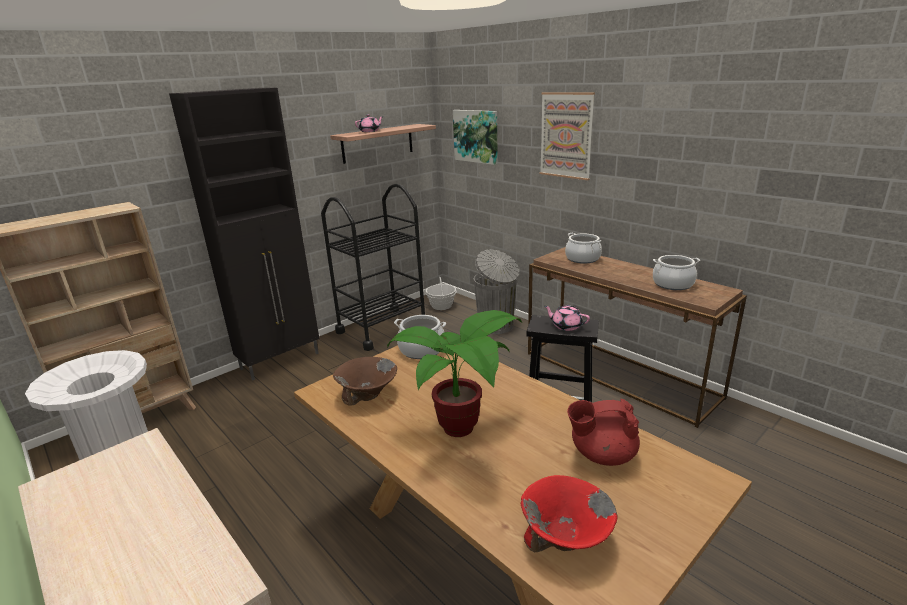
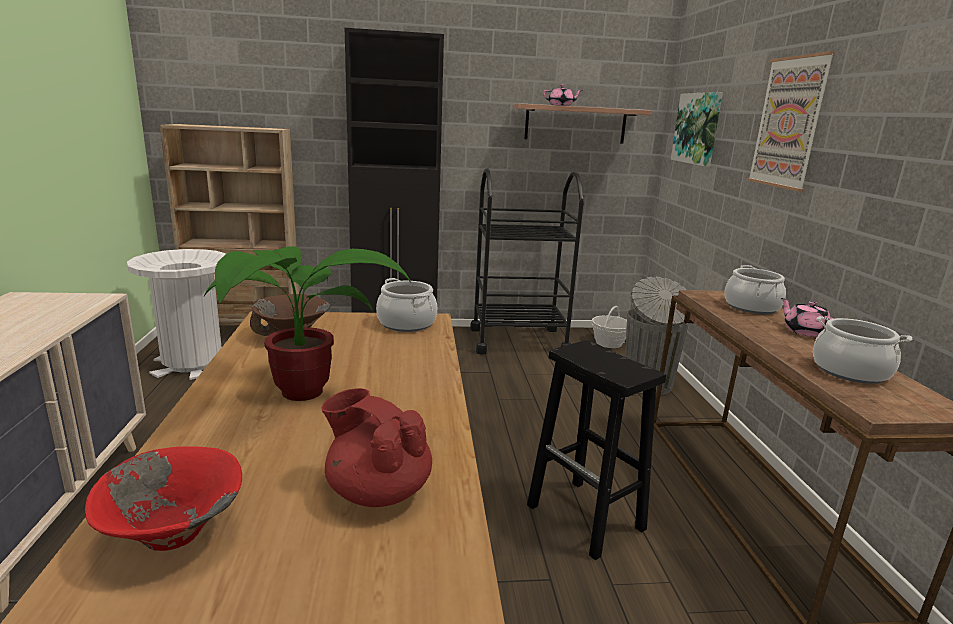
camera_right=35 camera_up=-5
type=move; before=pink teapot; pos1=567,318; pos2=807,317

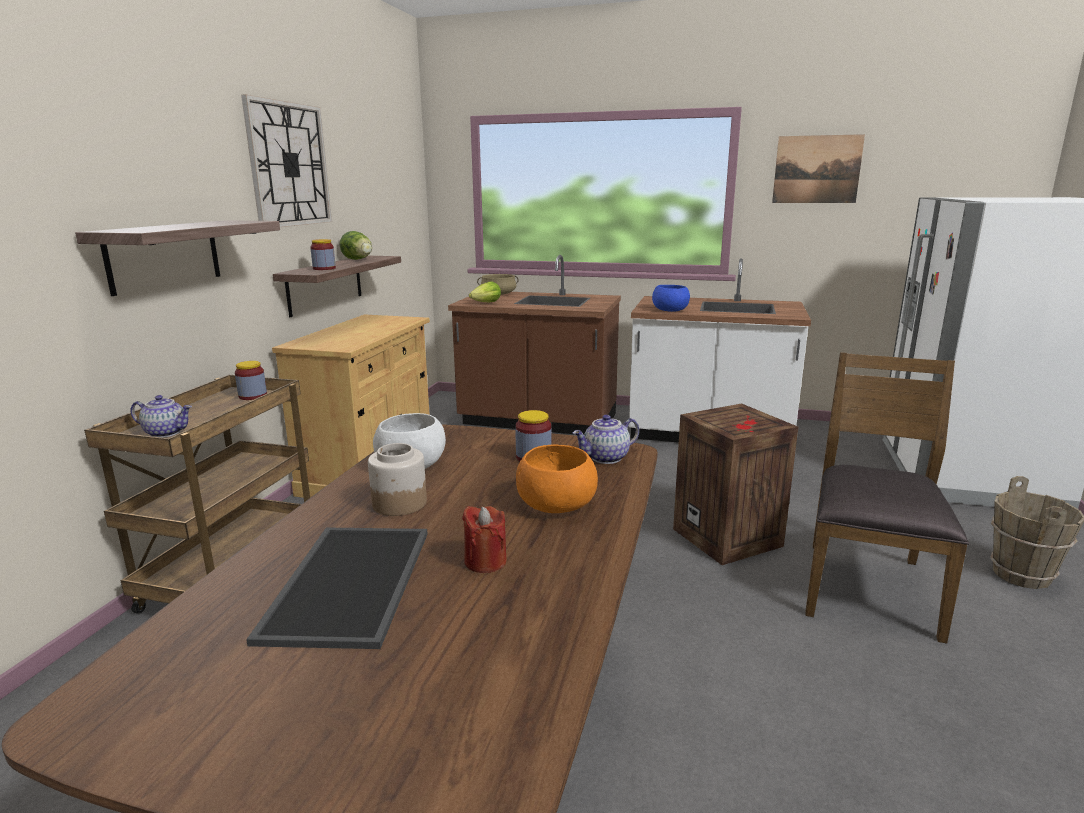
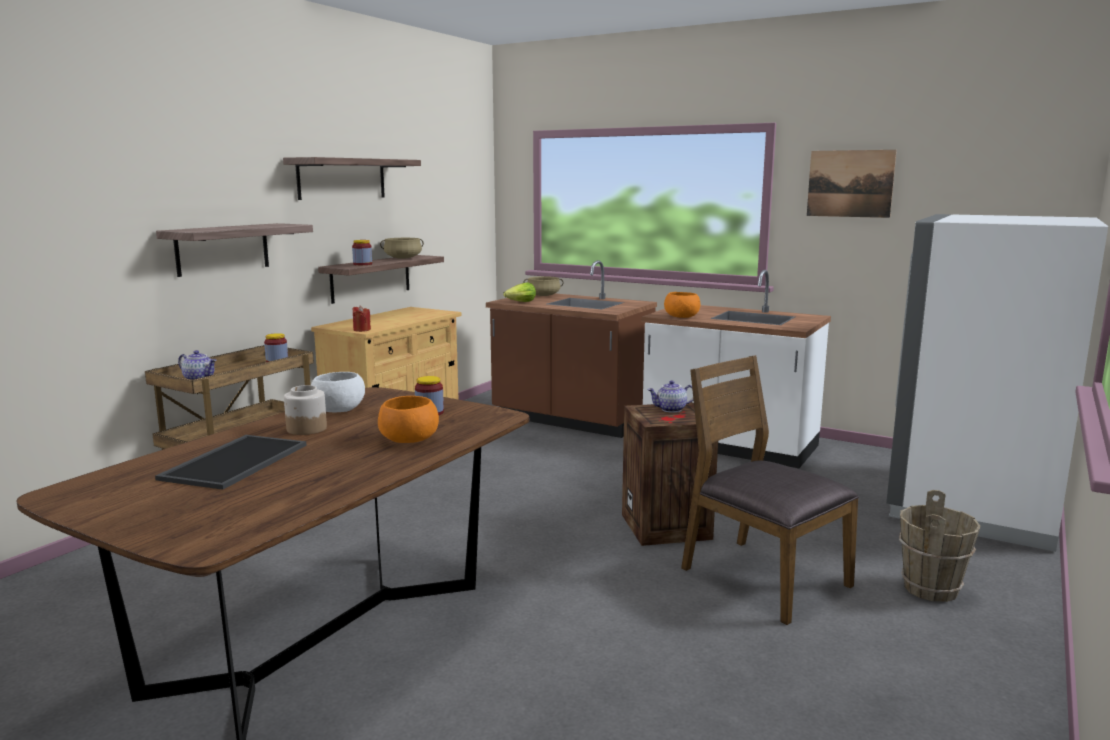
camera_right=15 camera_up=-5
type=replace; before=wall clock; after=shelf; pos1=286,160; pos2=352,178
type=move; before=red candle; pos1=484,539; pos2=361,319
type=replace; before=lettuce; after=beige cooking pot; pos1=355,245; pos2=402,248
type=move; before=teapot; pos1=606,439; pos2=670,396
type=recolor; before=blue bowl; after=orange bowl; pos1=671,298; pos2=682,305
type=rotate; before=brown chair; pos1=887,498; pos2=770,490; turn=-75

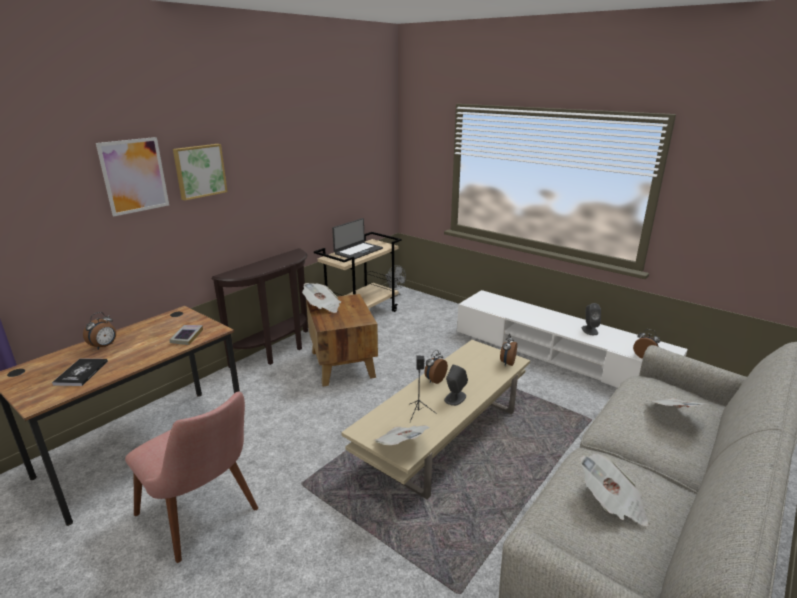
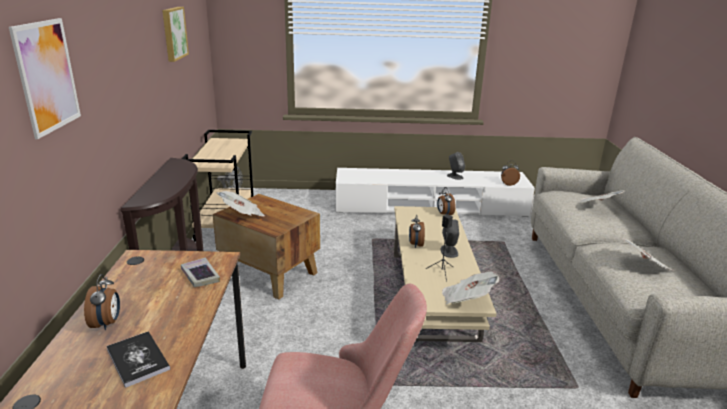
camera_right=-40 camera_up=0
type=move; before=picture; pos1=200,172; pos2=175,34
type=delete; before=laptop; pos1=357,239

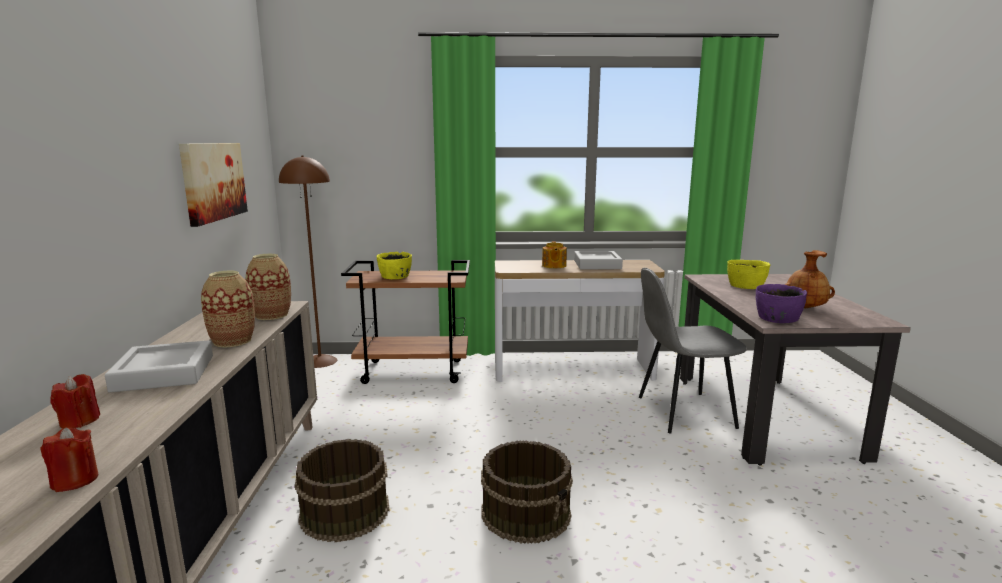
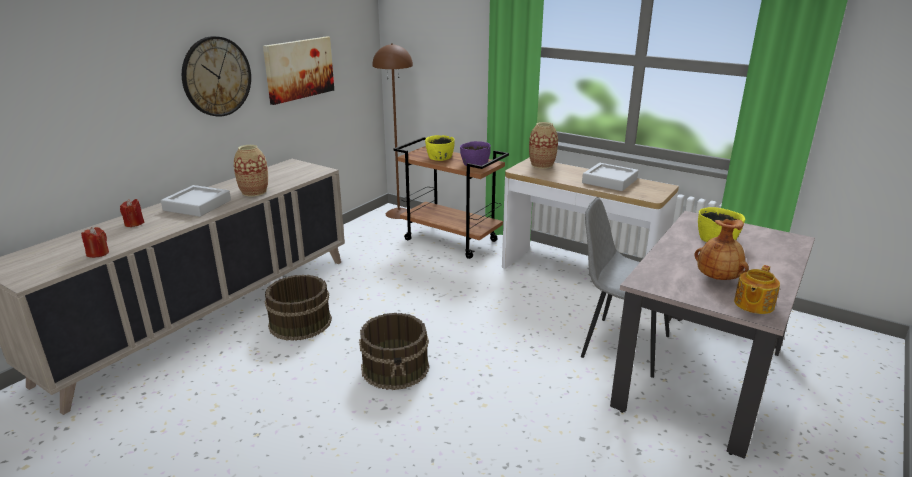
camera_right=35 camera_up=10
type=insert; after=wall clock; pos2=216,76
type=move; before=purple bowl; pos1=781,303; pos2=475,153
type=move; before=vase; pos1=268,287; pos2=543,145
type=move; before=teapot; pos1=554,254; pos2=757,289

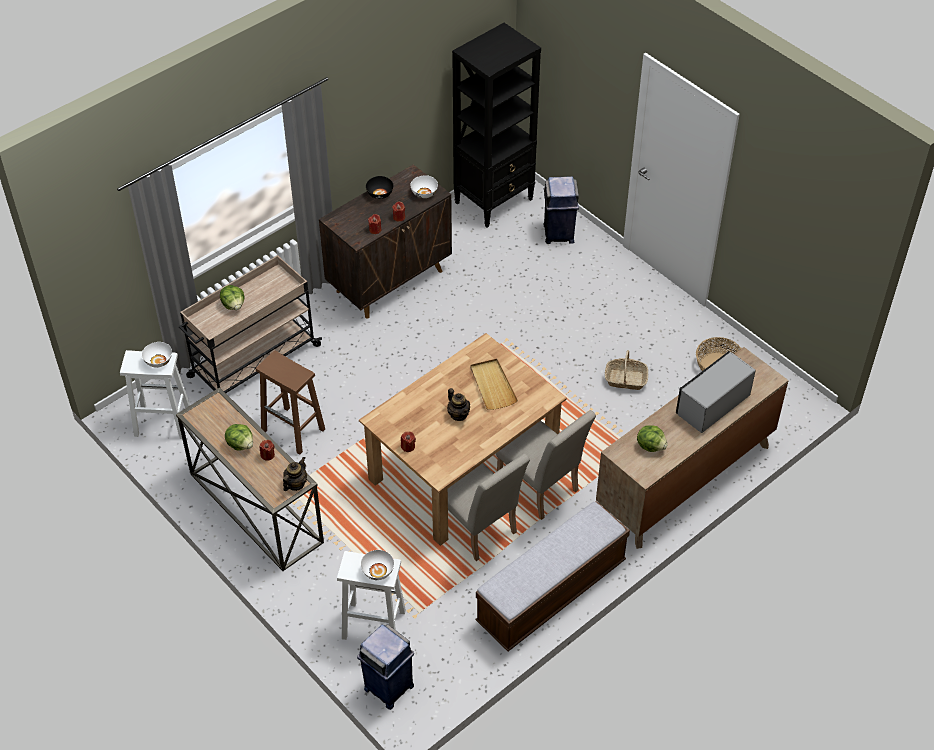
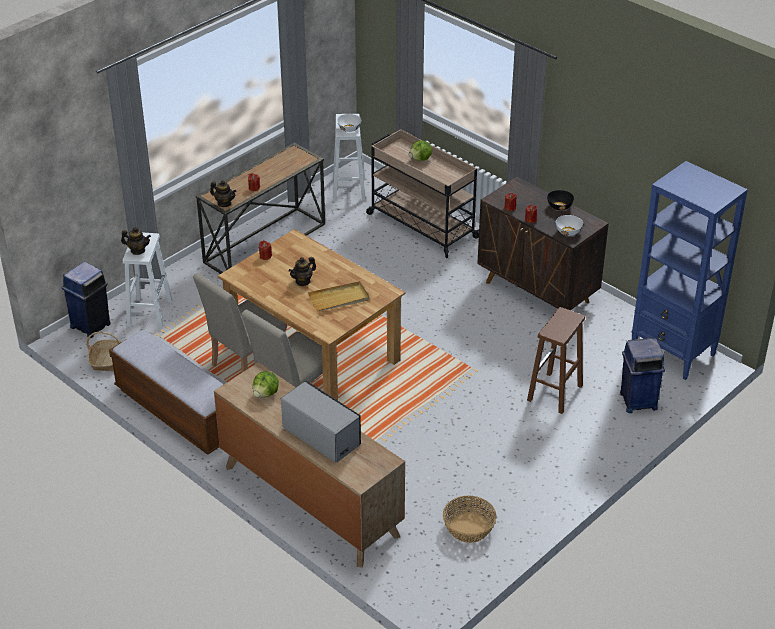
camera_right=85 camera_up=-10
type=move; before=basket; pos1=626,370; pos2=104,351
type=replace; before=white bowl; after=teapot; pos1=377,565; pos2=136,241
type=move; before=brown stool; pos1=290,402; pos2=556,360
type=recolor; before=black bookcase; after=blue bookcase; pos1=496,125; pos2=690,270
type=delete; before=lettuce; pos1=239,437

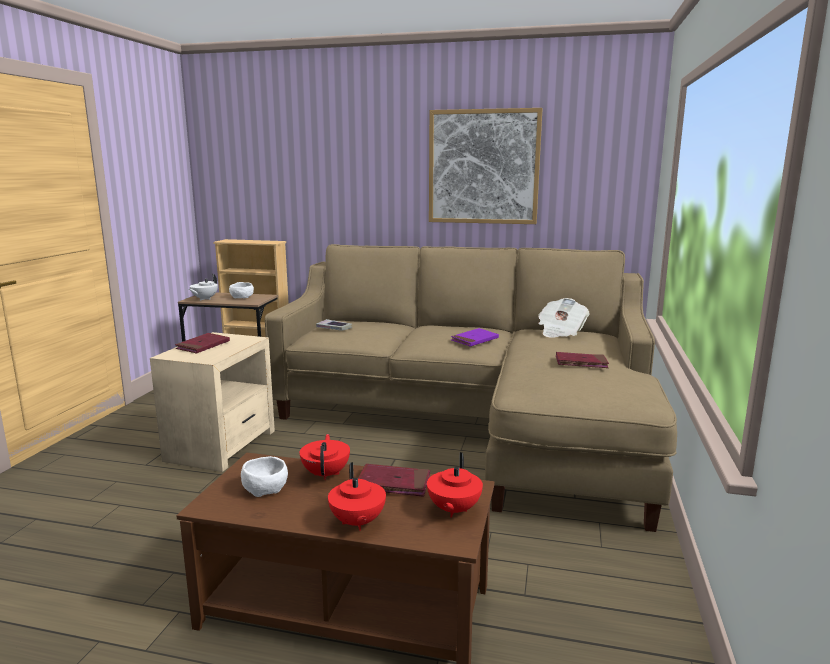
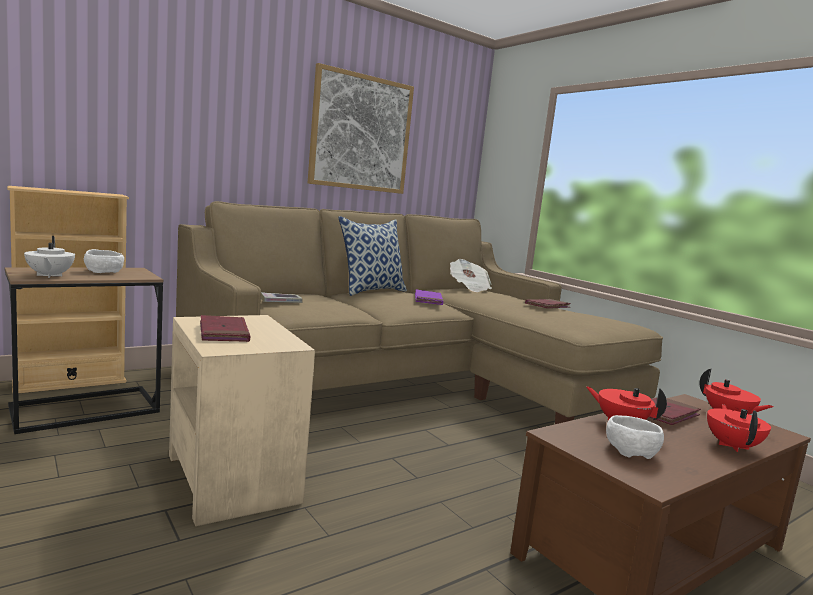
camera_right=-50 camera_up=-5
type=insert; after=pillow; pos2=372,256
type=rotate; before=red teapot; pos1=357,496; pos2=739,428; turn=-105

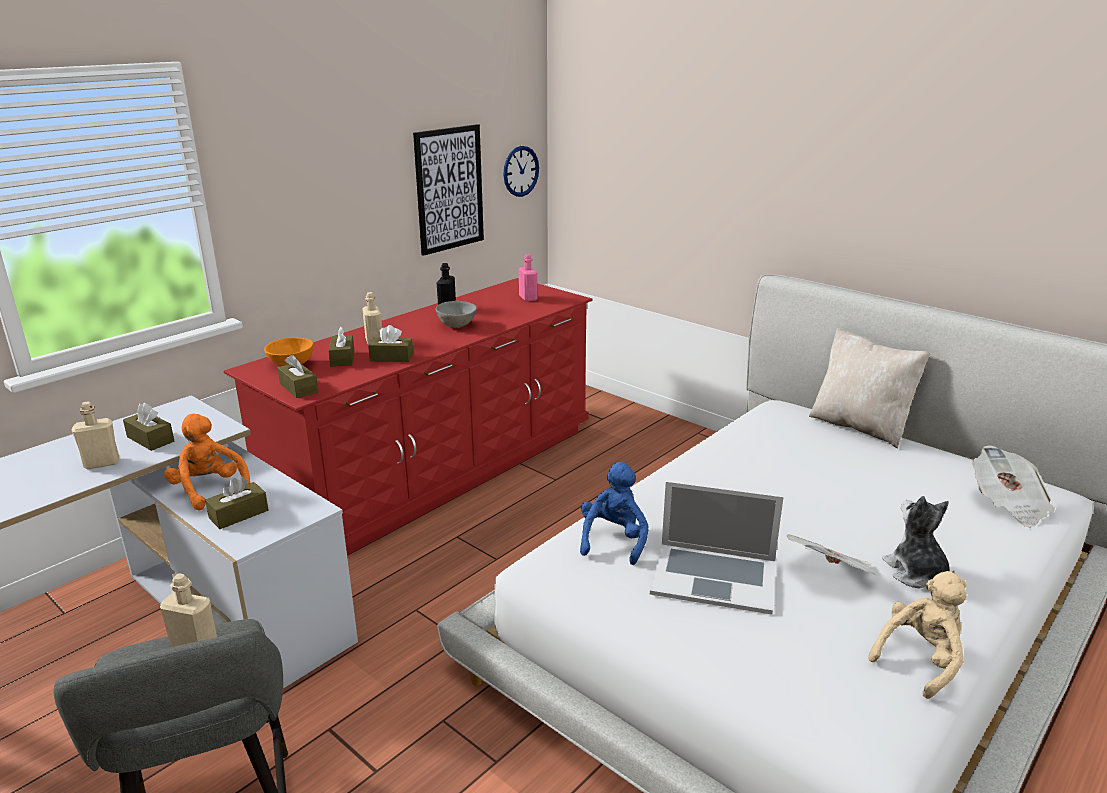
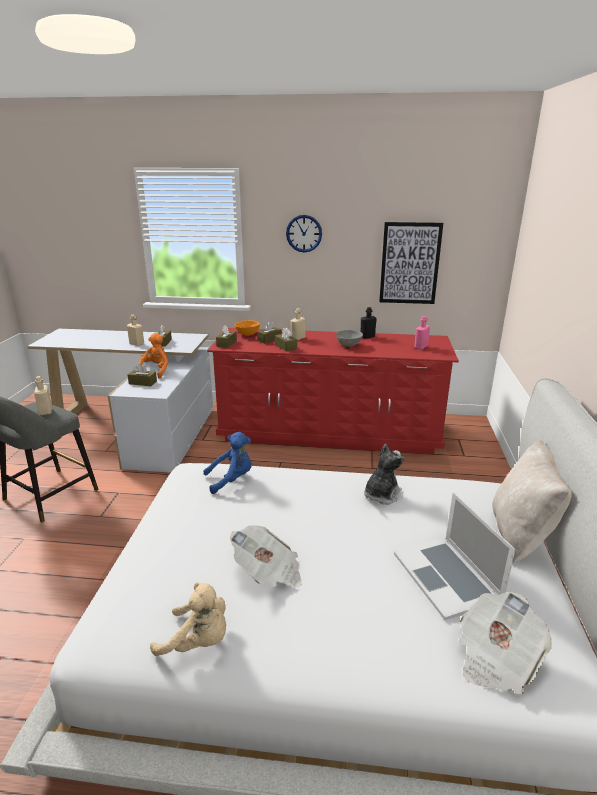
camera_right=55 camera_up=0
type=move; before=wall clock; pos1=521,171; pos2=304,233
type=move; before=plush toy; pos1=918,542; pos2=384,474
type=move; before=laptop; pos1=717,548; pos2=454,556

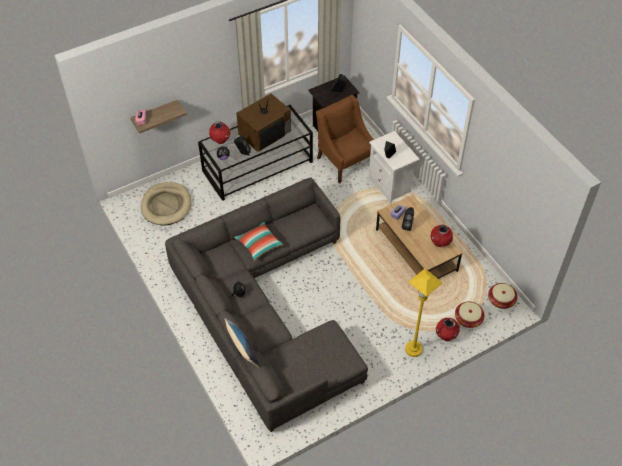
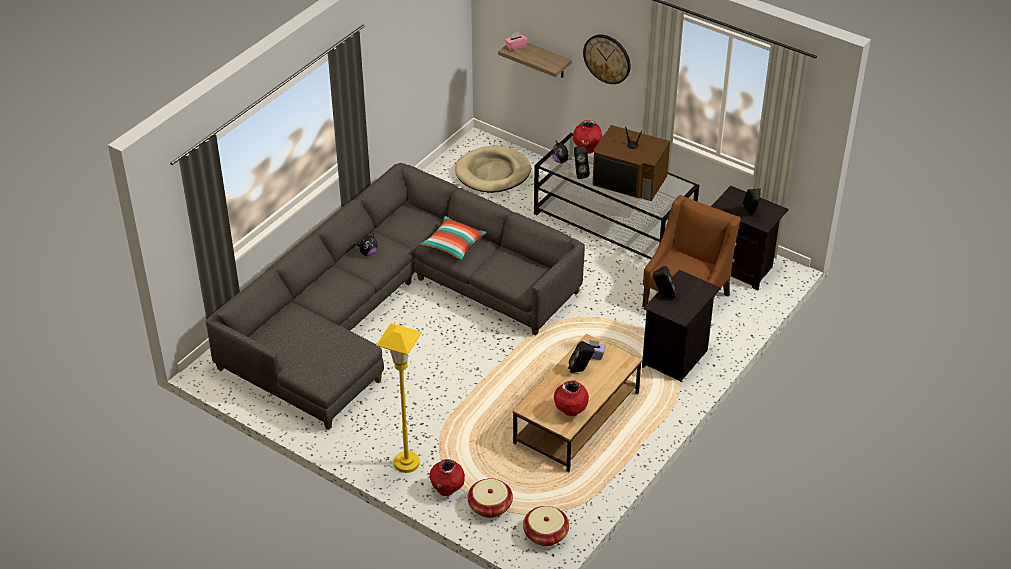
camera_right=65 camera_up=-10
type=insert; after=wall clock; pos2=607,59
type=recolor; before=white nightstand; after=black nightstand; pos1=394,167; pos2=681,326
type=delete; before=pillow; pos1=242,343

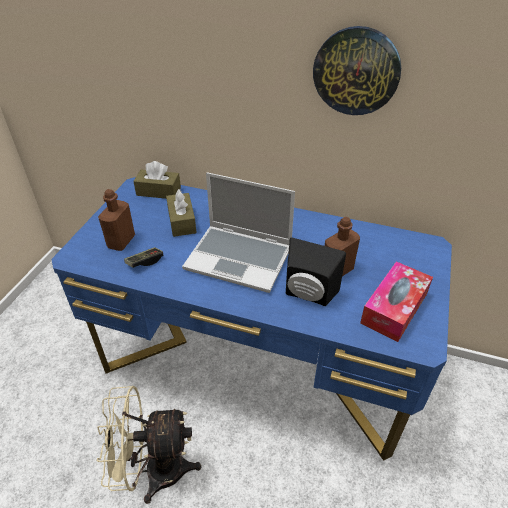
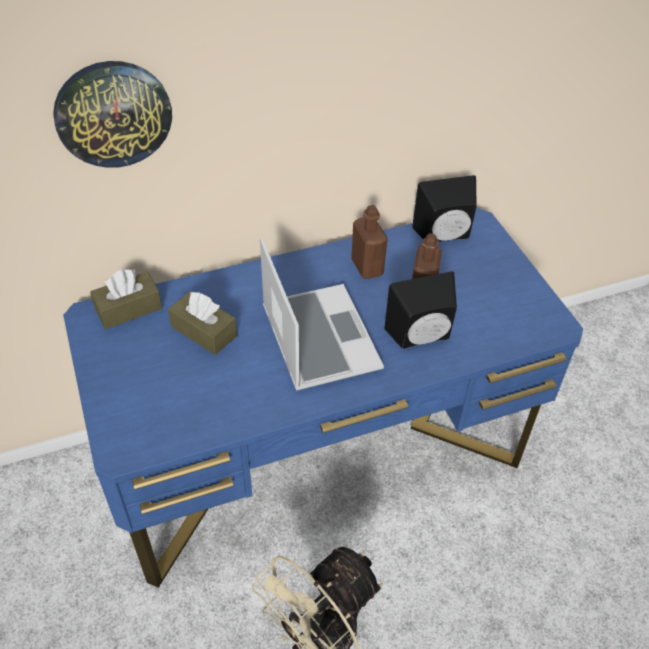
camera_right=-40 camera_up=5
type=move; before=wall clock; pos1=357,70; pos2=112,114
type=rotate; before=laptop; pos1=238,232; pos2=322,314; turn=-90
type=move; before=brown bottle; pos1=116,220; pos2=369,242
type=insert; after=black speaker; pos2=444,208
type=delete; before=game controller; pos1=143,257
type=delete; before=tissue box; pos1=396,301

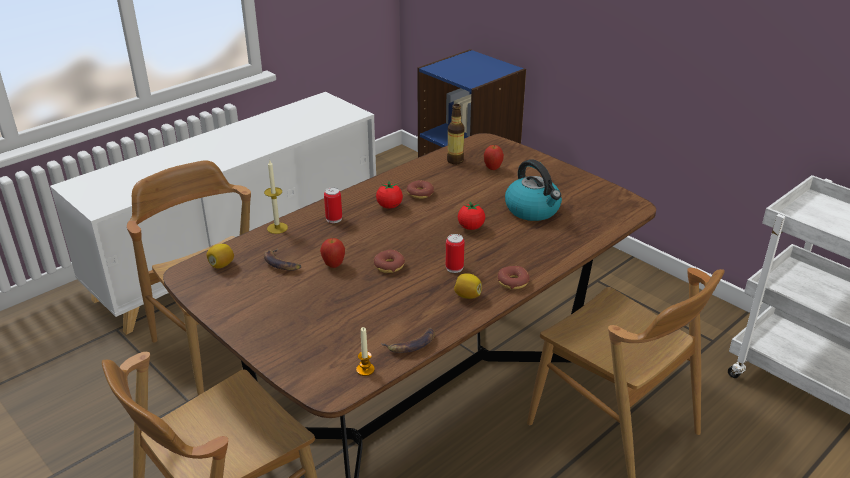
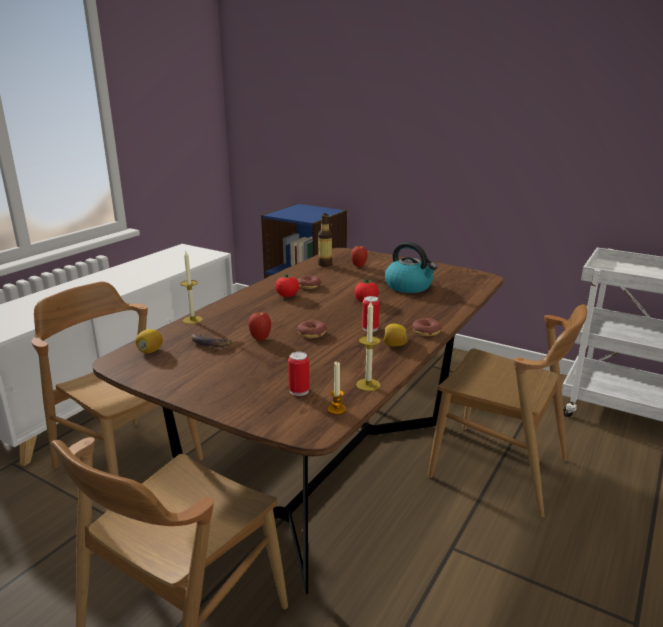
camera_right=-15 camera_up=-10
type=move; before=can; pos1=333,205; pos2=298,374
type=replace; before=banana; after=candle; pos1=408,340; pos2=368,346

